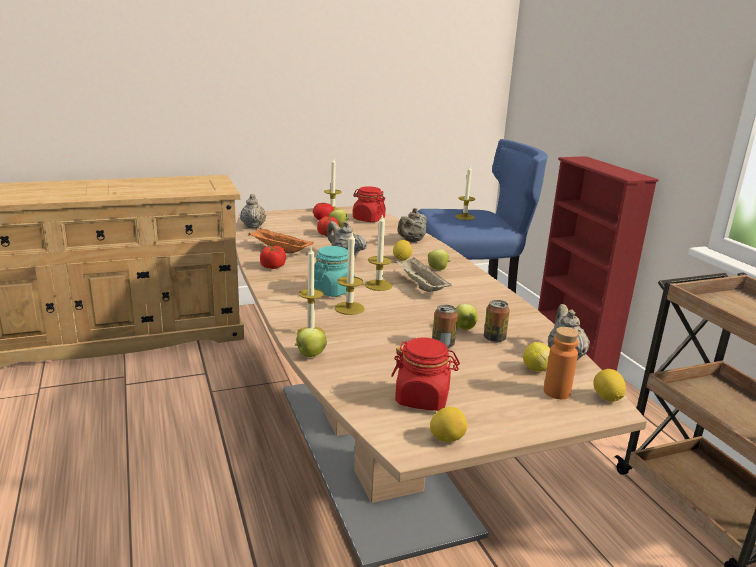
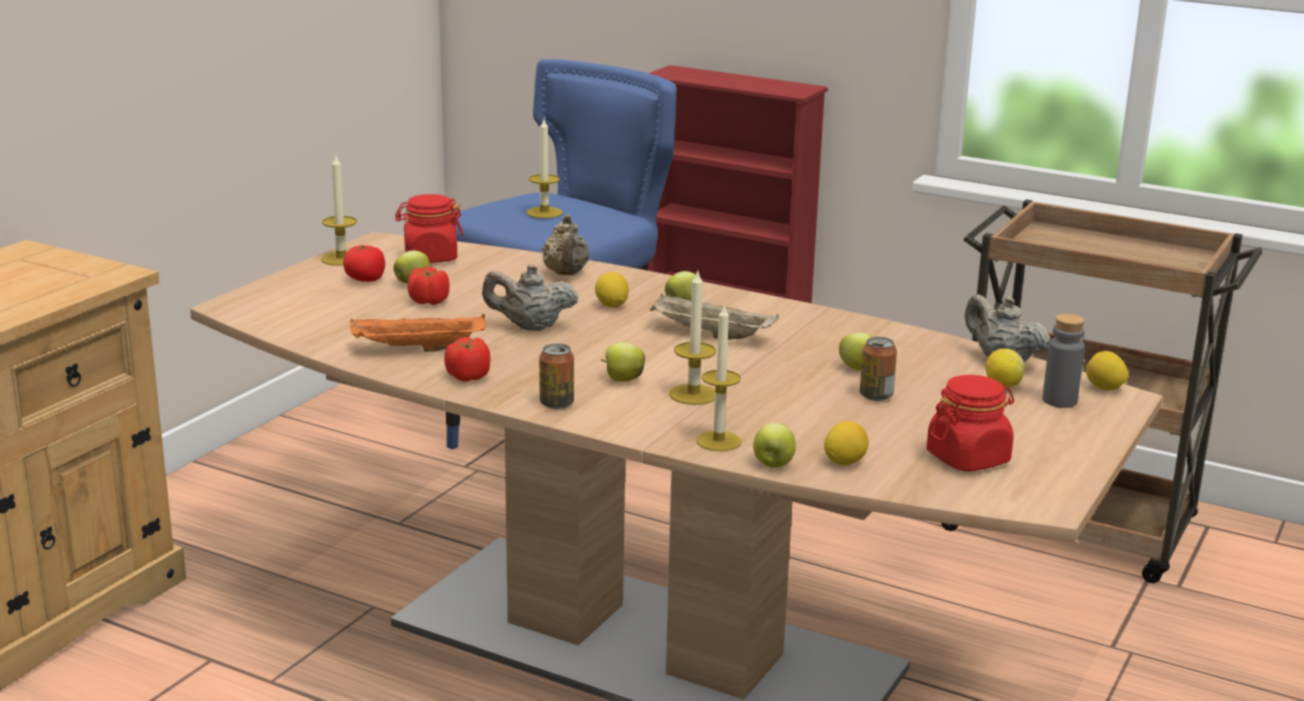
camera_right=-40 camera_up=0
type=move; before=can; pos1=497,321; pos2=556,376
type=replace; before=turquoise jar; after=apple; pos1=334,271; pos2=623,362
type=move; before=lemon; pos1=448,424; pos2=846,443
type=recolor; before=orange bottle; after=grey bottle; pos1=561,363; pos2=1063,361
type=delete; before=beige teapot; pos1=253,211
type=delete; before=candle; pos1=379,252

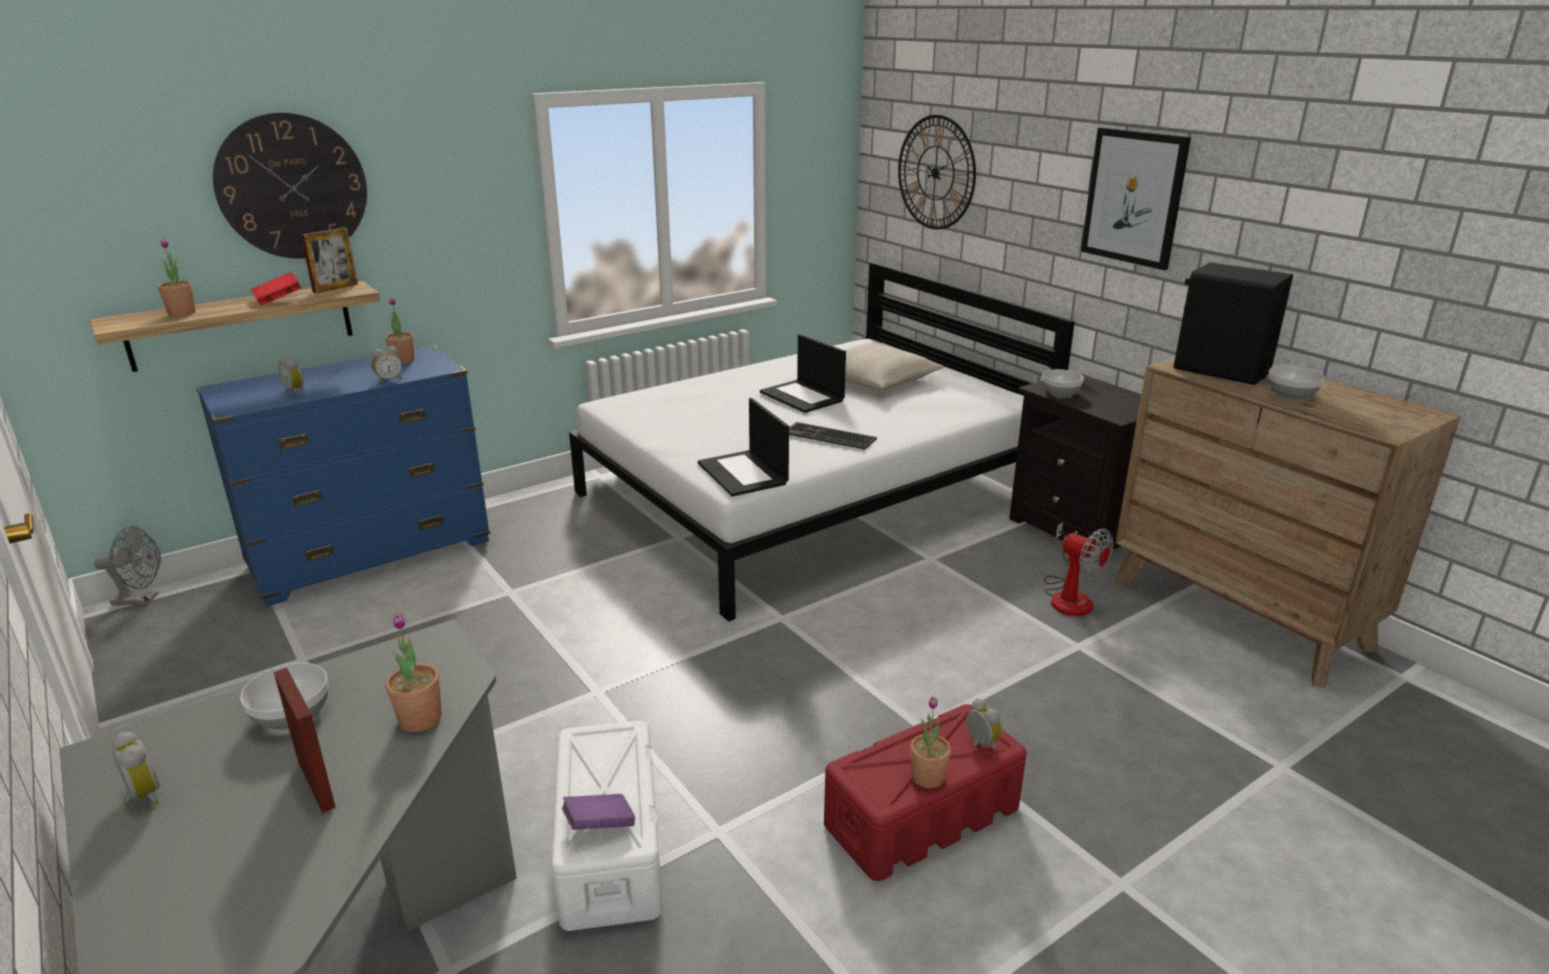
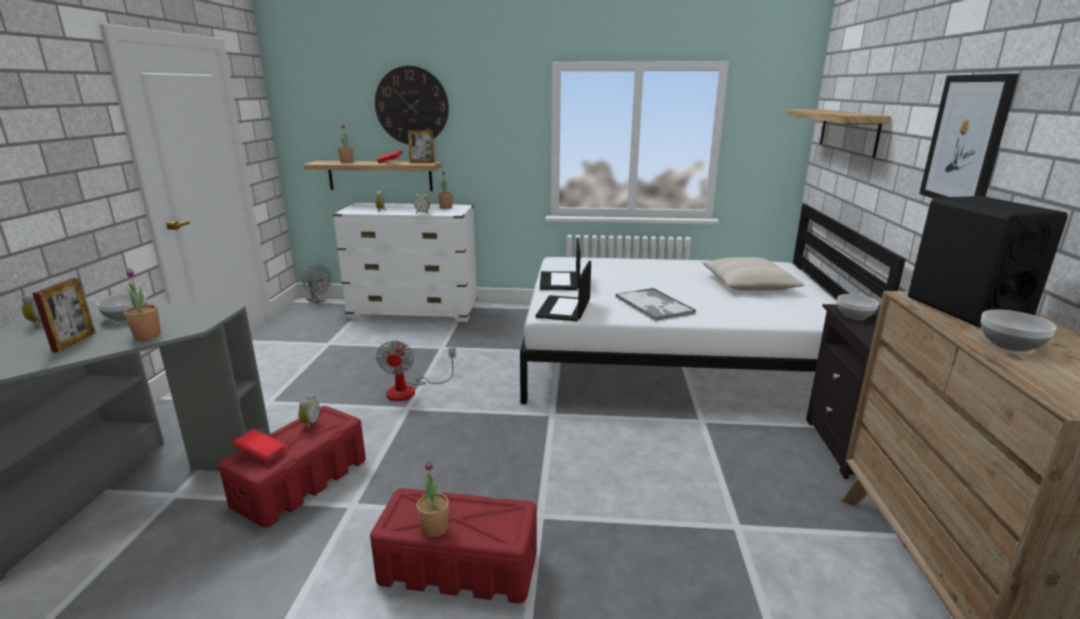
camera_right=40 camera_up=-5
type=recolor; before=white storage box; after=red storage box; pos1=607,826; pos2=292,467
type=recolor; before=purple book; after=red book; pos1=598,812; pos2=259,445
type=move; before=alarm clock; pos1=984,725; pos2=309,411
type=recolor; before=blue dresser; after=white dresser; pos1=343,476; pos2=405,262
type=move; before=fan; pos1=1078,569; pos2=416,370
type=move; before=laptop; pos1=803,373; pos2=560,264
type=replace; before=keyboard; after=tray; pos1=833,436; pos2=656,304
type=replace; before=wall clock; after=shelf; pos1=937,172; pos2=838,133

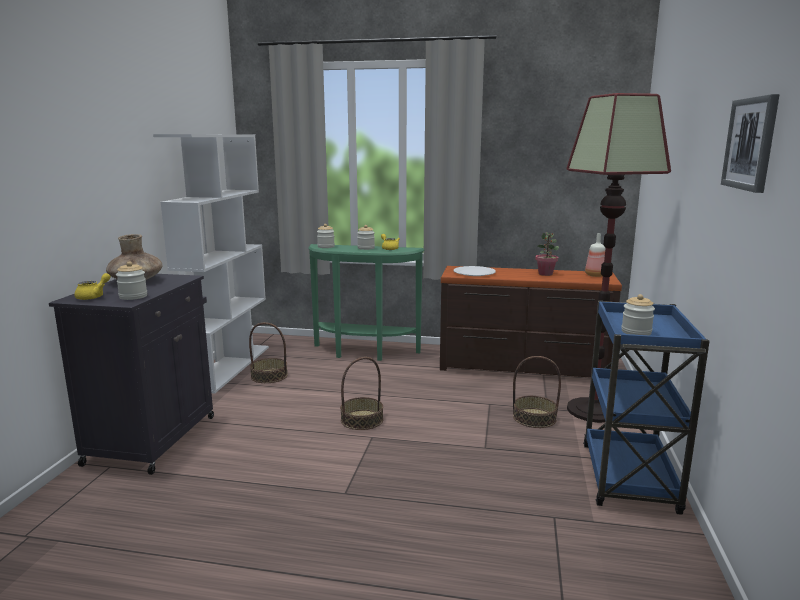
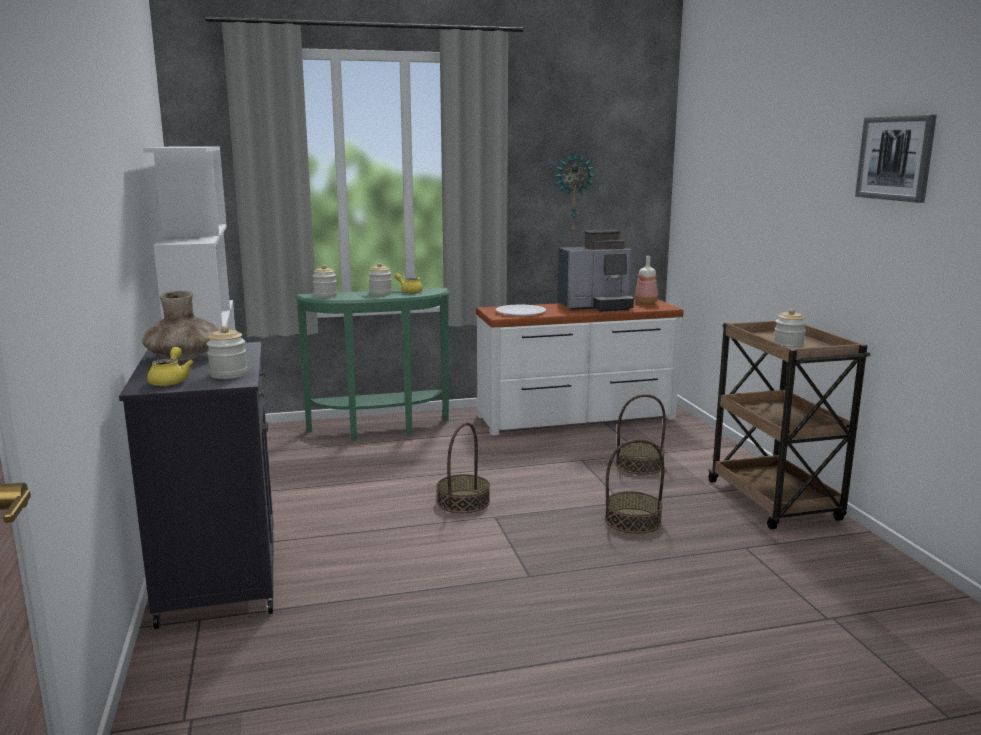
camera_right=-25 camera_up=0
type=recolor; before=brown dresser; after=white dresser; pos1=531,322; pos2=580,367
type=insert; after=wall clock; pos2=575,193
type=replace; before=potted plant; after=coffee machine; pos1=547,254; pos2=596,270
type=move; before=basket; pos1=268,352; pos2=635,486
type=recolor; before=blue cart; after=brown cart; pos1=646,407; pos2=789,425
type=delete; before=floor lamp; pos1=619,258

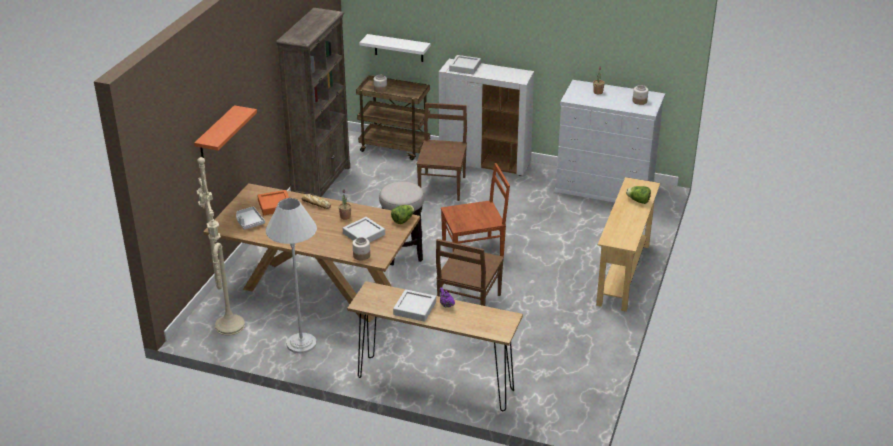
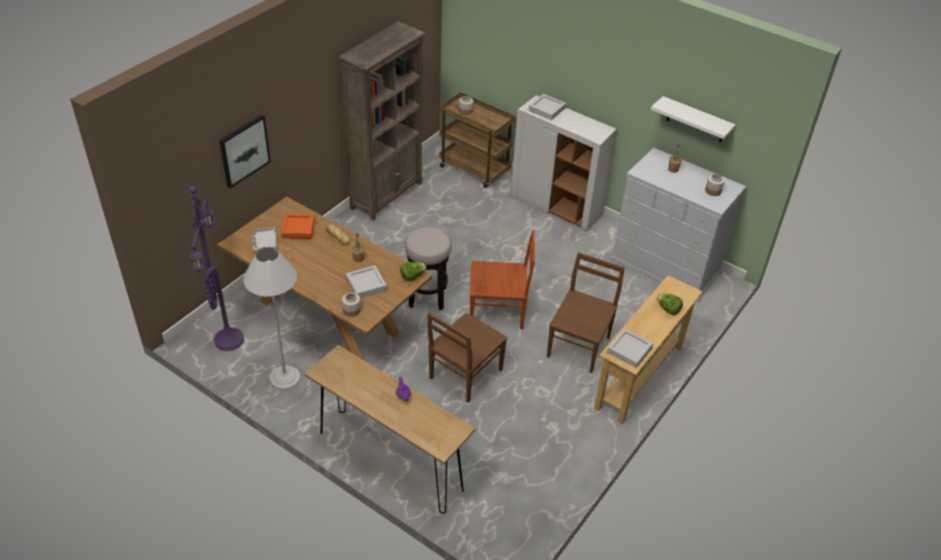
camera_right=15 camera_up=10
type=recolor; before=beige floor lamp; after=purple floor lamp; pos1=221,246; pos2=216,268
type=replace; before=orange shelf; after=picture; pos1=225,131; pos2=245,151
type=move; before=brown chair; pos1=441,152; pos2=586,312
type=move; before=grey tray; pos1=414,305; pos2=630,348
type=move; before=white shelf; pos1=395,48; pos2=693,119

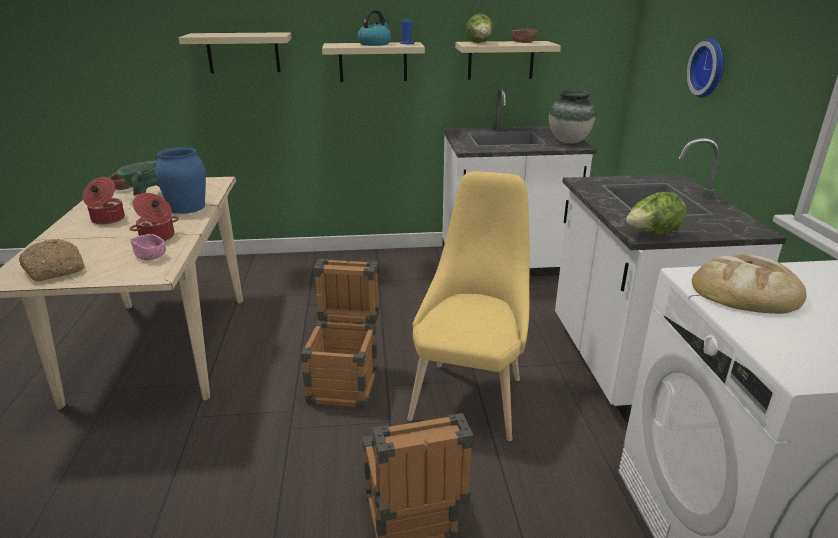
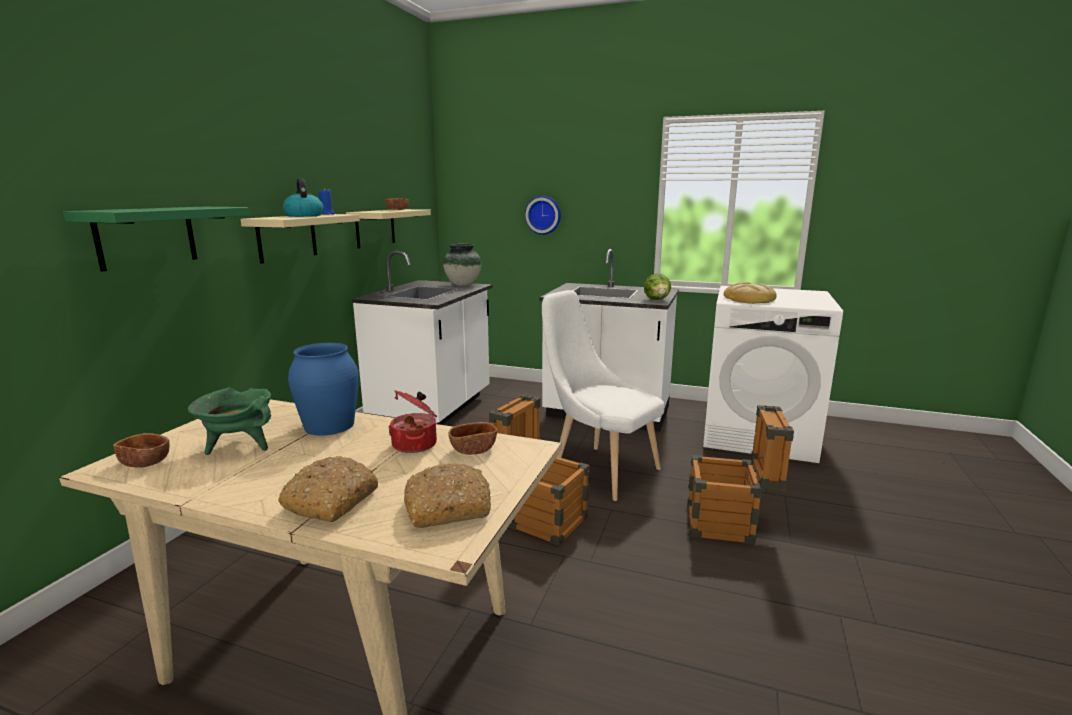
camera_right=-65 camera_up=-10
type=recolor; before=beige shelf; after=green shelf; pos1=235,52; pos2=156,239
type=insert; after=bread; pos2=328,489
type=recolor; before=pink bowl; after=brown bowl; pos1=148,247; pos2=473,438
type=recolor; before=yellow chair; after=white chair; pos1=468,306; pos2=603,395
type=delete; before=cooking pot; pos1=104,201
type=delete; before=lettuce; pos1=479,28

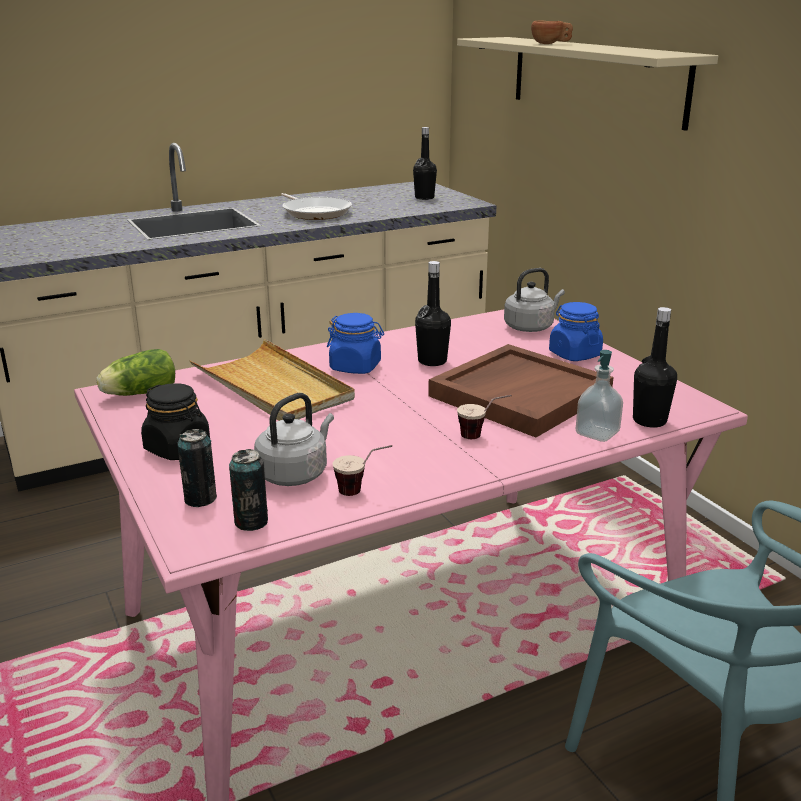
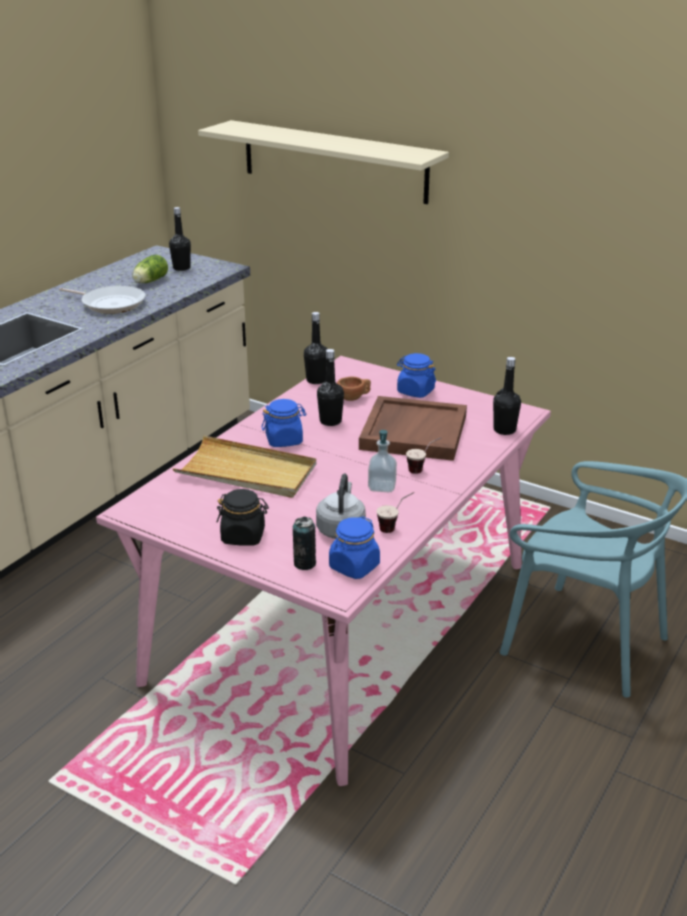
camera_right=-30 camera_up=5
type=move; before=lettuce; pos1=135,372; pos2=150,268
type=insert; after=black bottle; pos2=315,348
type=replace; before=can; after=blue jar; pos1=248,490; pos2=354,547
type=move; before=brown cup; pos1=552,32; pos2=353,388
type=move; before=soap dispenser; pos1=599,396; pos2=382,461
type=delete; before=grey kettle; pos1=534,300

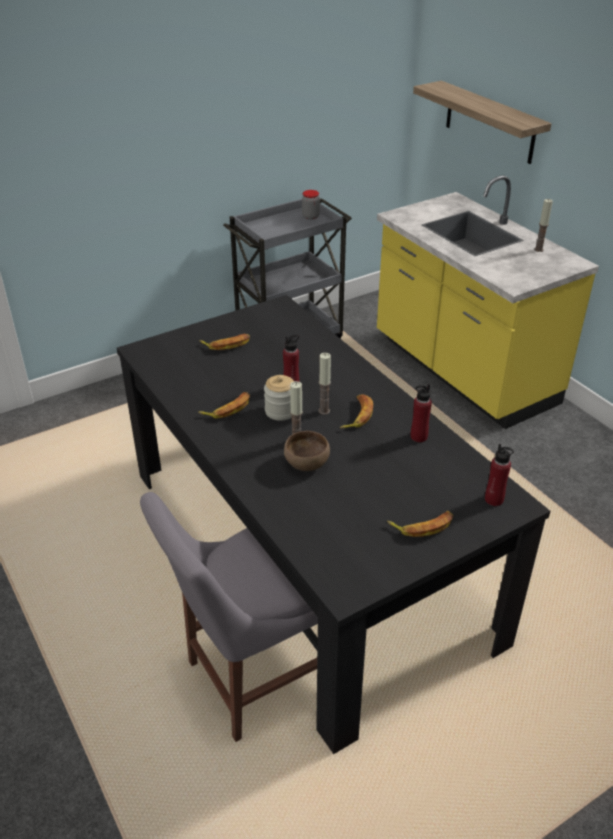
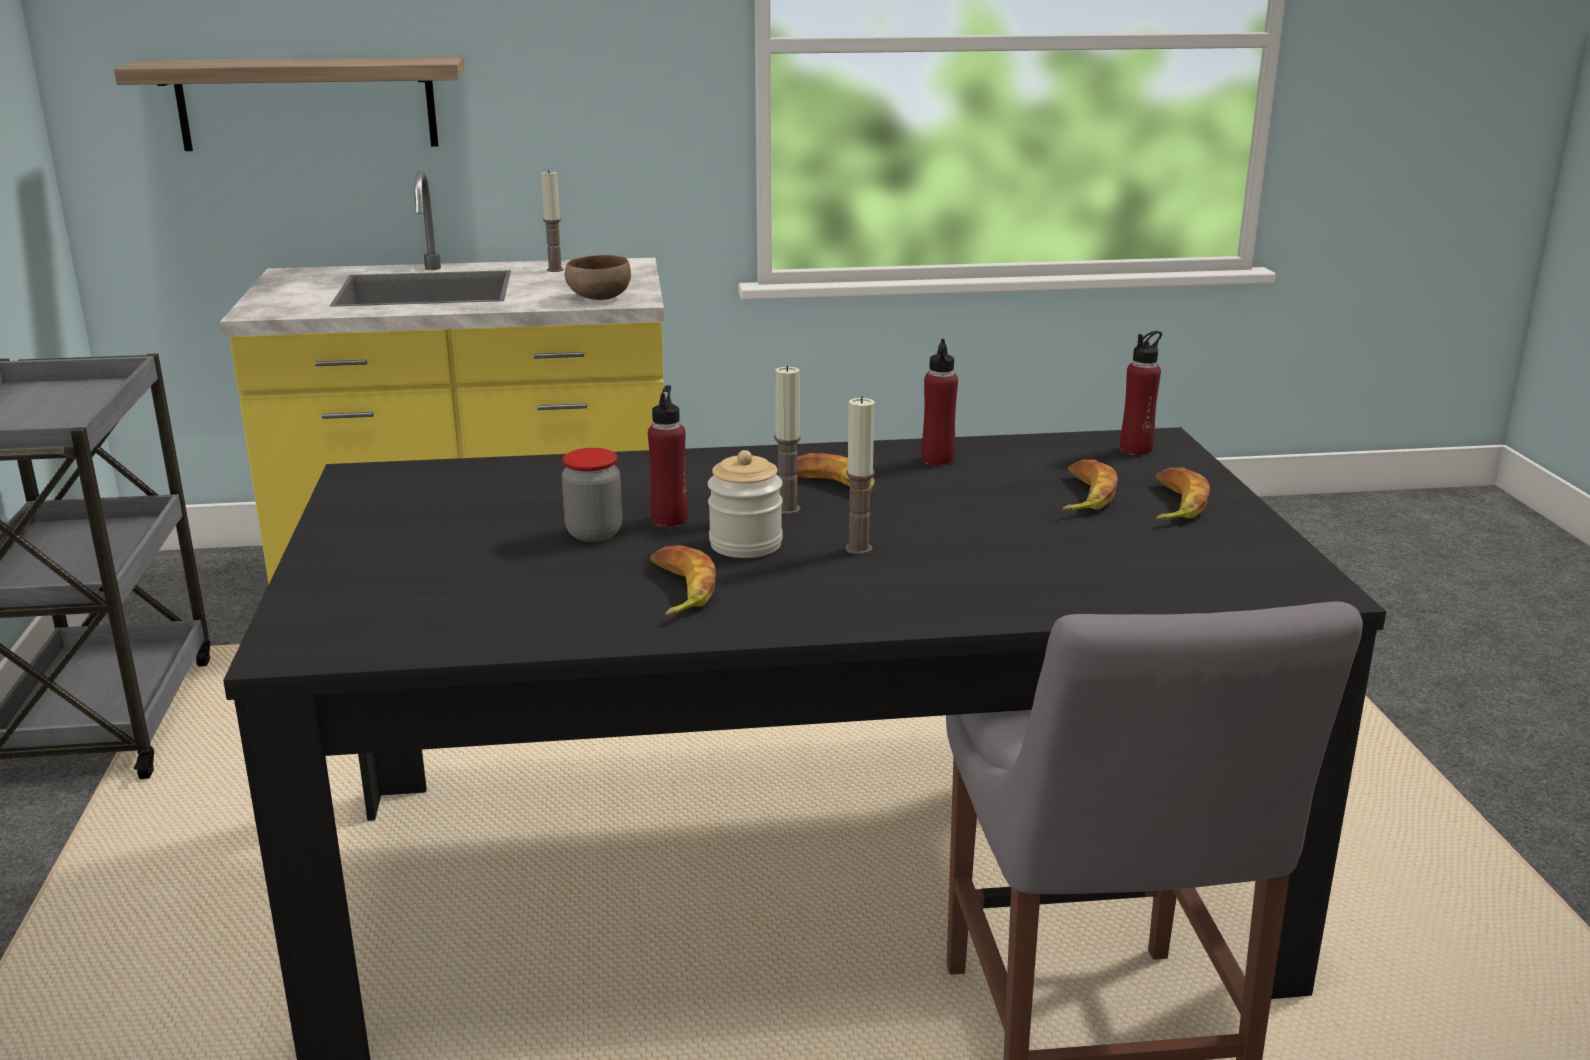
camera_right=-65 camera_up=-15
type=move; before=jar; pos1=311,205; pos2=591,495
type=move; before=brown bowl; pos1=307,451; pos2=598,277
type=move; before=banana; pos1=224,342; pos2=1090,485

